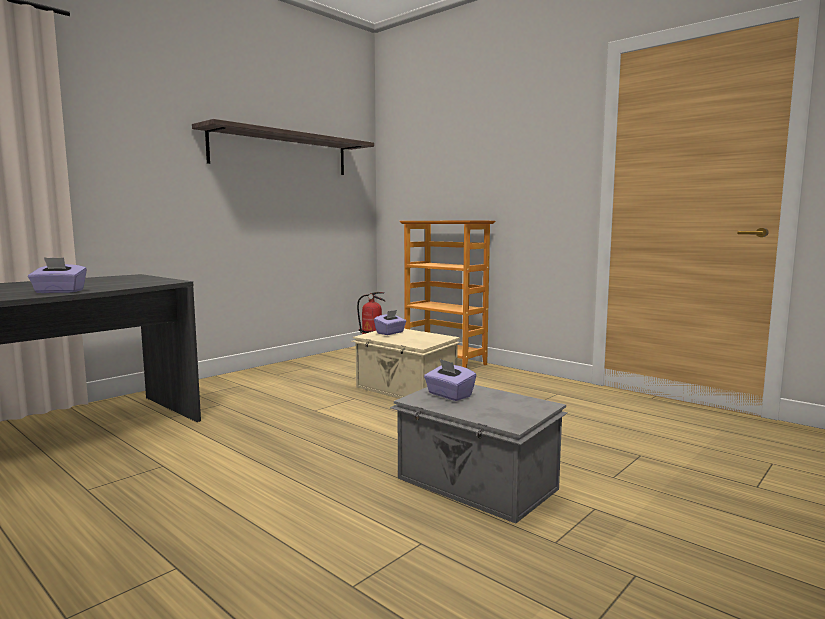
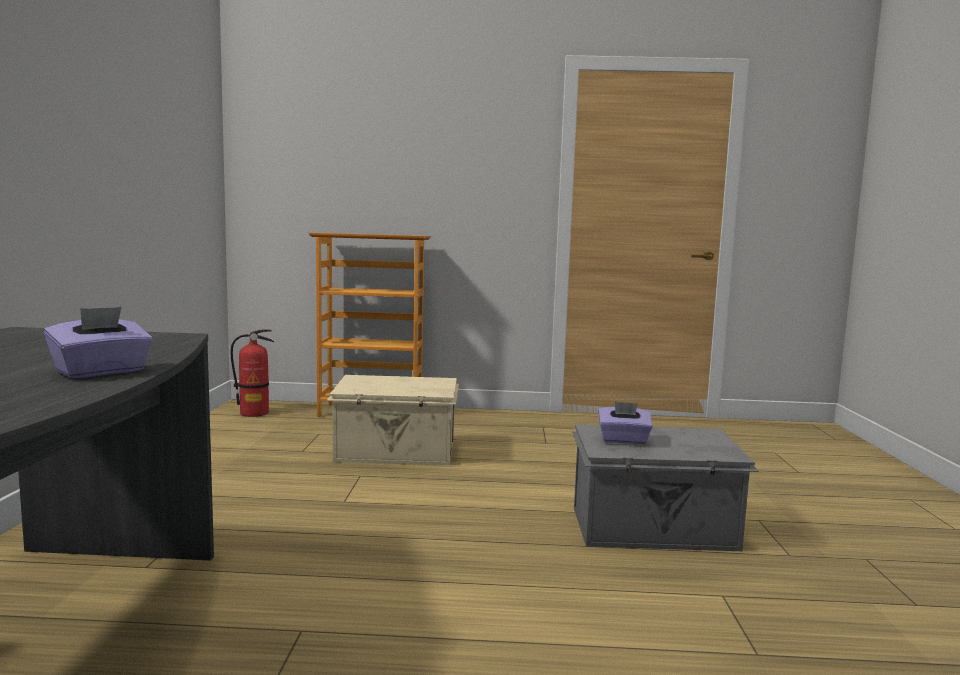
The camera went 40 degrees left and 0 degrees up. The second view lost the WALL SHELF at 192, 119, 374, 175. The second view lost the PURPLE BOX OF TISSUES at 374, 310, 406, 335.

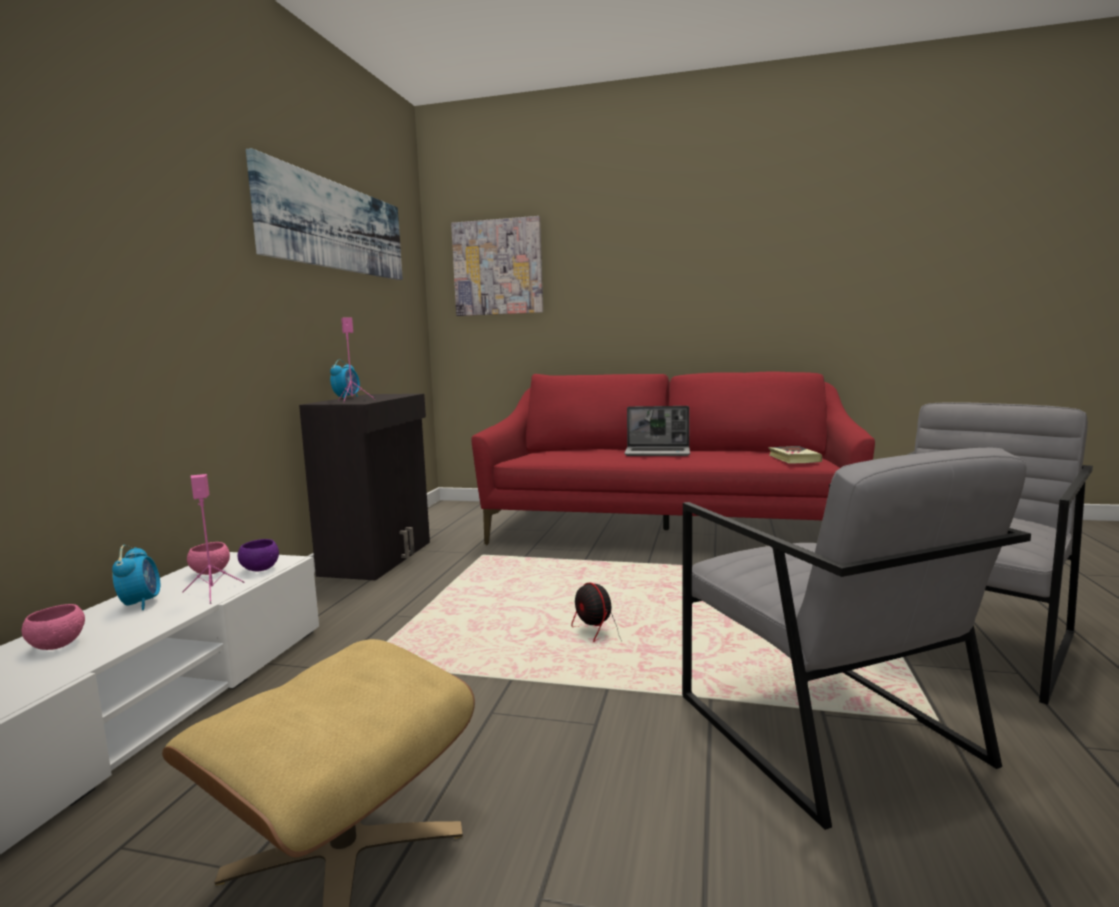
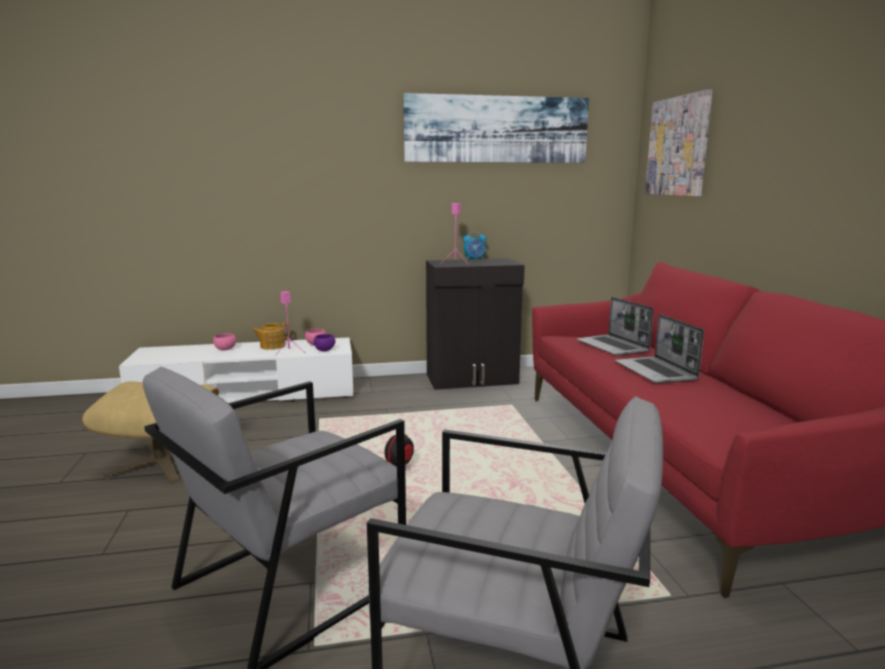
The camera went 65 degrees right and 5 degrees up. The second view lost the BOUND BOOK at 768, 446, 822, 464. The second view gained the LAPTOP at 577, 297, 654, 356. Where the BEDSIDE CLOCK stood at 112, 545, 160, 610, the TEAPOT came to stand at 252, 322, 290, 350.

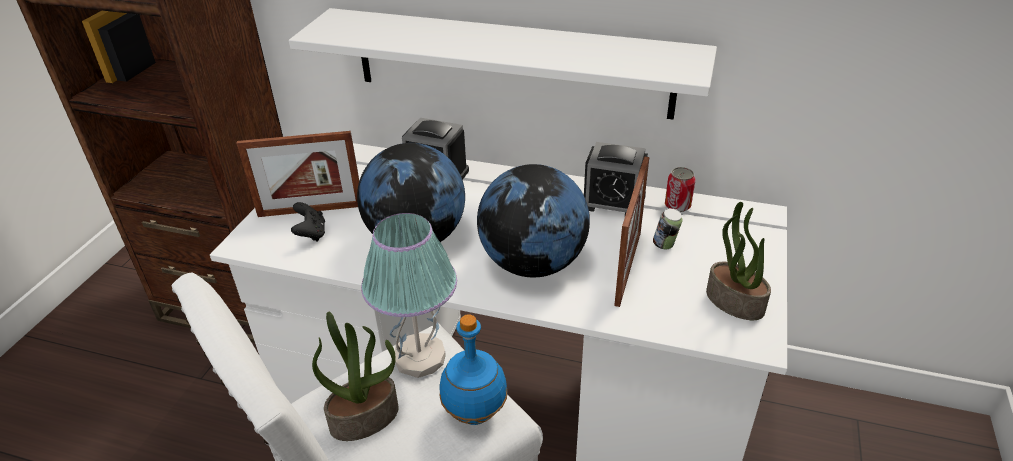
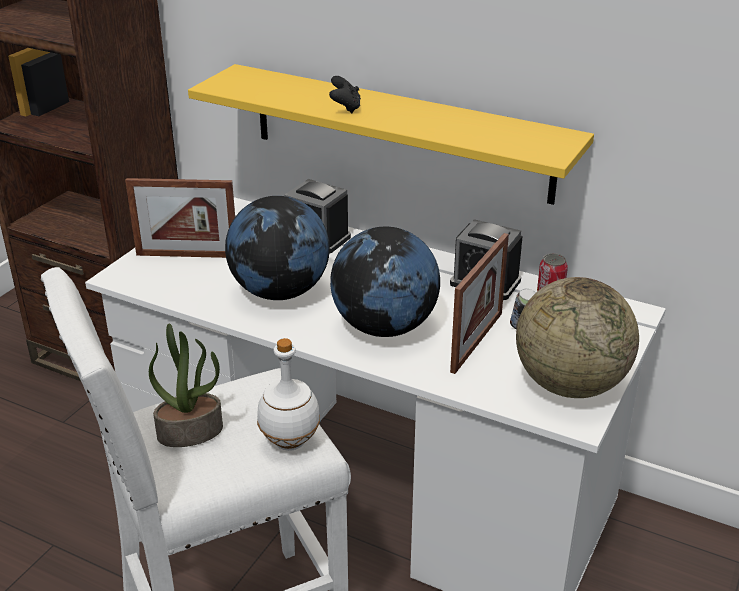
The camera went 10 degrees right and 5 degrees down. The second view lost the LAMP FOR A TABLE at 361, 213, 457, 378. The BLACK JOYPAD ended up elsewhere, having gone from 291, 202, 325, 242 to 329, 76, 361, 113. Where the HOUSEPLANT stood at 706, 202, 771, 320, the GLOBE came to stand at 516, 277, 639, 398. What was the WHITISH WALL SHELF at 289, 8, 717, 120 turned into the YELLOW WALL SHELF at 188, 64, 594, 205. What was the BLUISH BOTTLE at 439, 314, 508, 425 turned into the WHITISH BOTTLE at 257, 338, 320, 451.

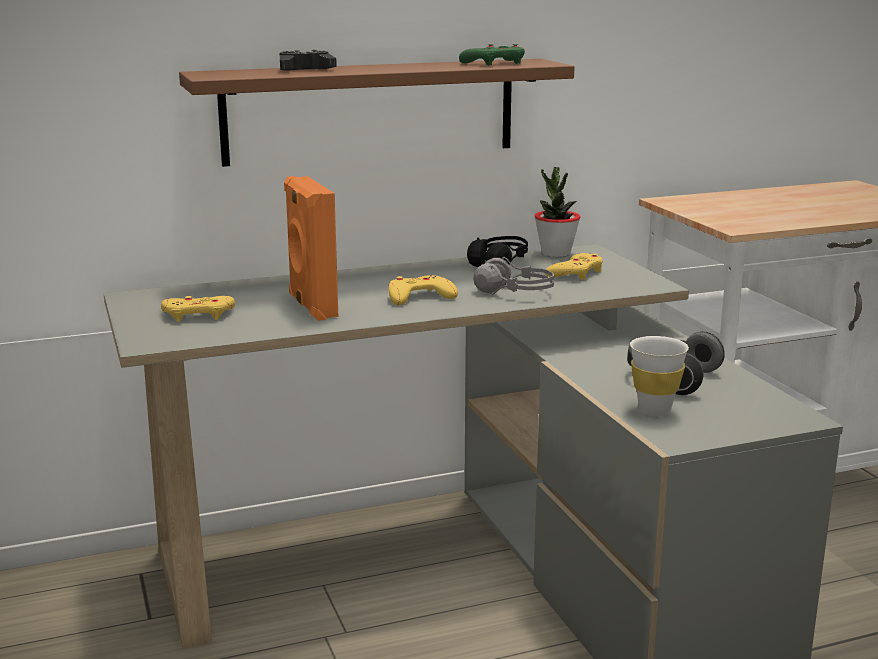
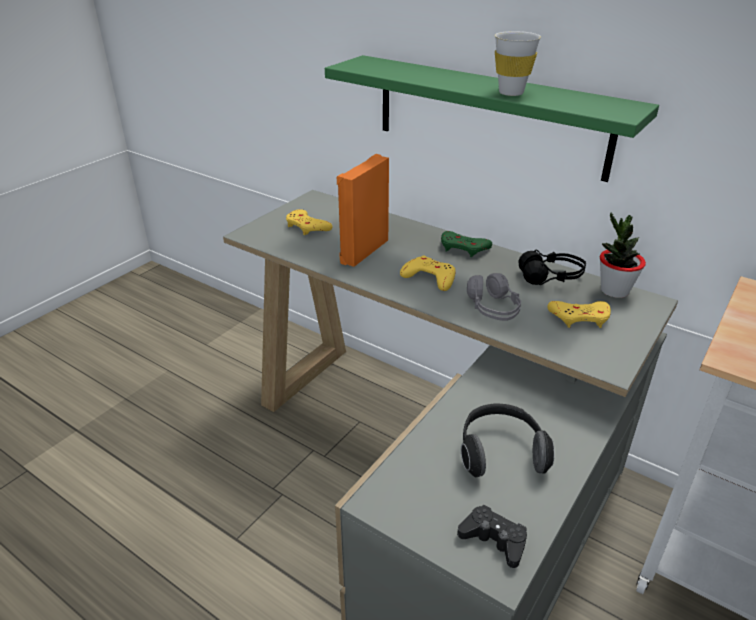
The camera went 55 degrees right and 15 degrees up. The BLACK JOYPAD ended up elsewhere, having gone from 279, 50, 337, 70 to 457, 505, 527, 568. The GREENISH JOYPAD ended up elsewhere, having gone from 459, 44, 525, 65 to 441, 231, 492, 257. The WHITISH SMALL CUP ended up elsewhere, having gone from 630, 336, 689, 416 to 495, 31, 541, 96. What was the BROWN WALL SHELF at 179, 59, 575, 167 turned into the GREENISH WALL SHELF at 325, 55, 659, 182.

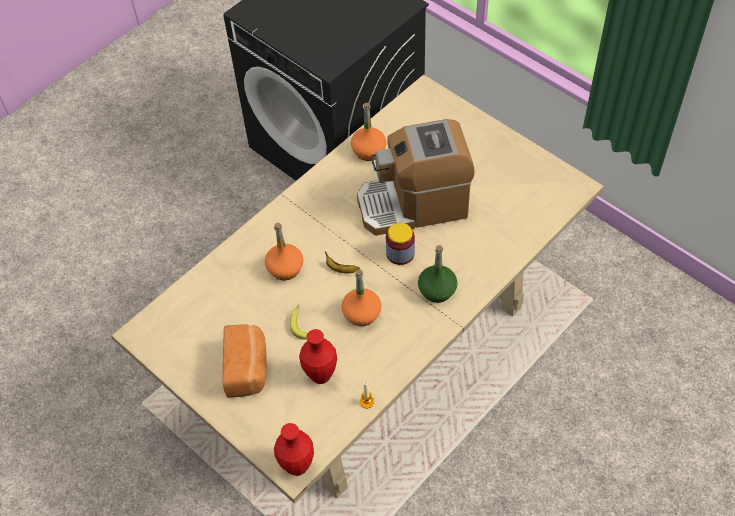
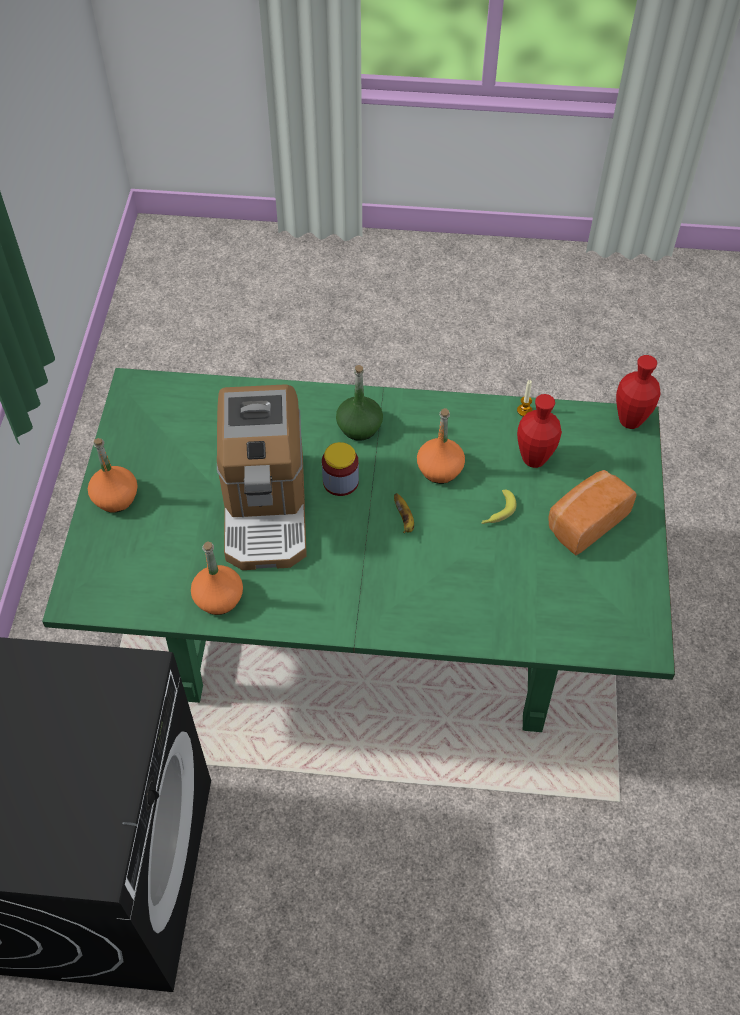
The camera went 130 degrees left and 0 degrees up. The ORANGE-COLOURED BOTTLE ended up elsewhere, having gone from 265, 223, 303, 280 to 88, 438, 138, 513. What was the BEIGE DINING TABLE at 111, 74, 604, 504 turned into the GREENISH DINING TABLE at 42, 368, 675, 732. The COFFEE MACHINE at 357, 119, 475, 236 ended up facing another way, 45 degrees clockwise from before.

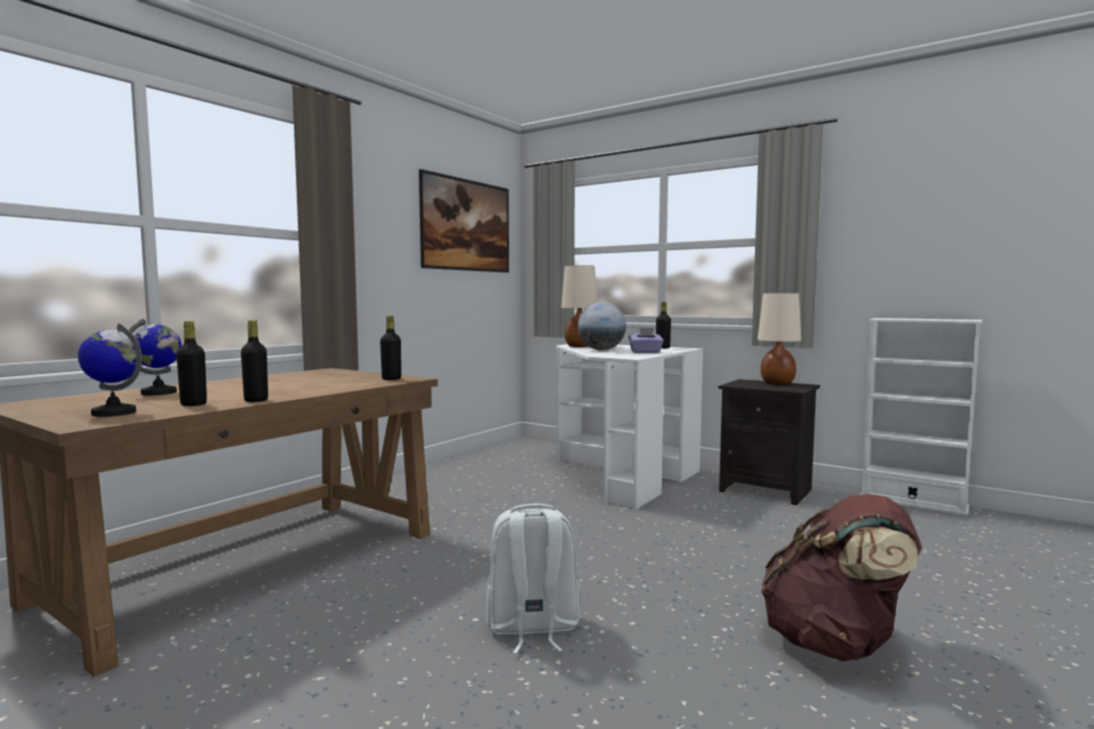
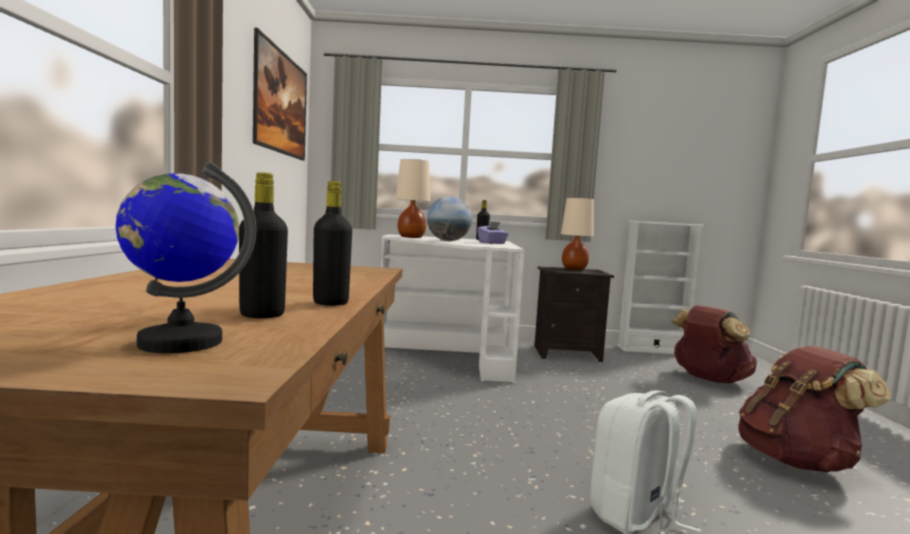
The camera went 35 degrees left and 0 degrees up. The second view lost the GLOBE at 129, 319, 182, 395. The second view lost the BLACK BOTTLE at 380, 316, 401, 380. The second view gained the BROWN KNAPSACK at 671, 305, 757, 383.

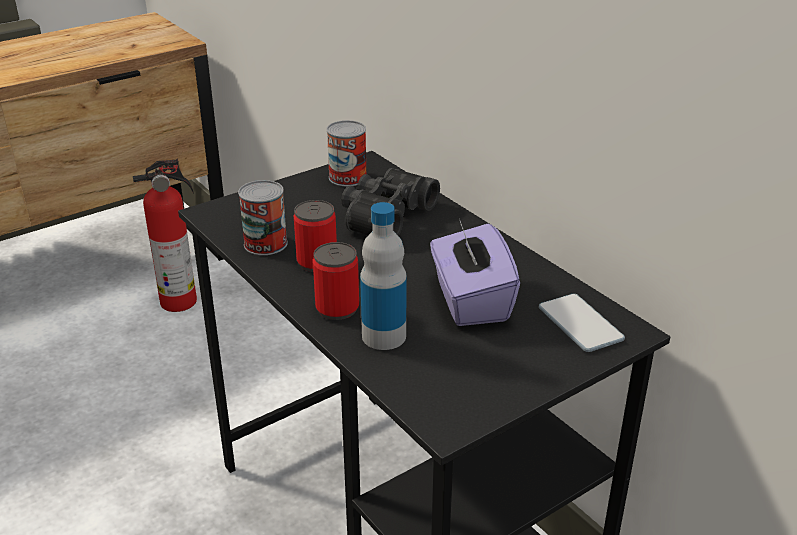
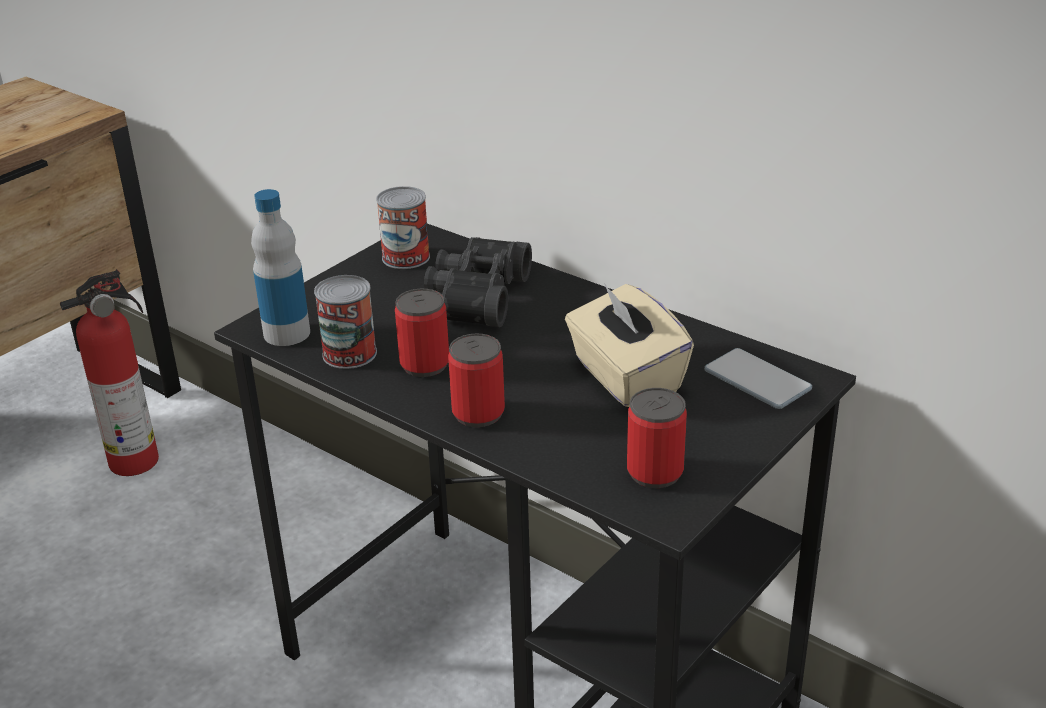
The camera went 15 degrees left and 0 degrees up. The second view gained the SEALED CAN at 627, 388, 687, 488. The BOTTLE ended up elsewhere, having gone from 360, 202, 407, 350 to 251, 189, 310, 346. What was the PURPLE BOX OF TISSUES at 430, 218, 520, 326 turned into the BEIGE BOX OF TISSUES at 565, 283, 694, 407.

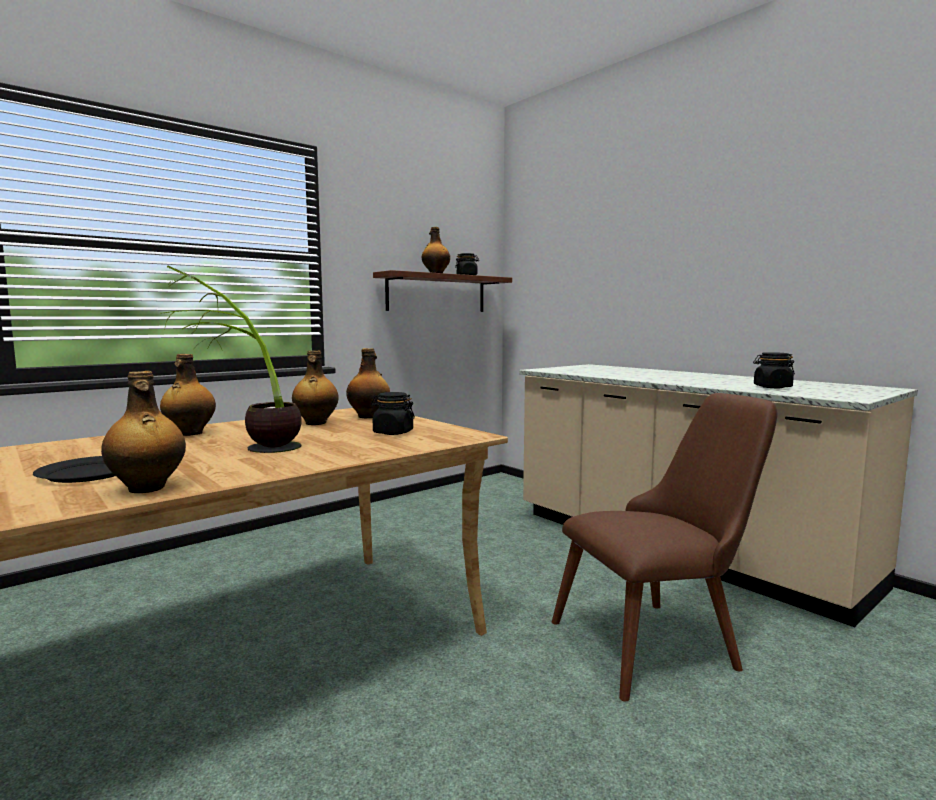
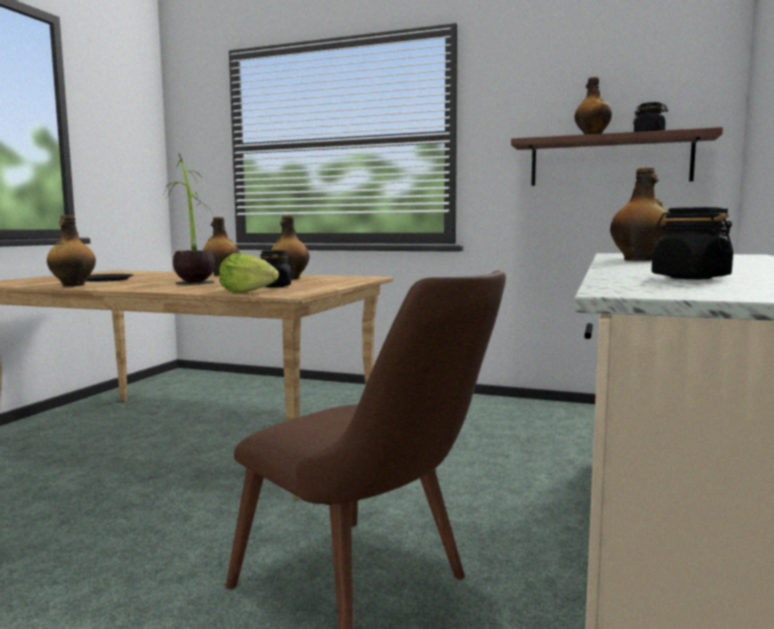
The camera went 60 degrees right and 0 degrees up. The second view gained the LETTUCE HEAD at 219, 253, 279, 292. The BOTTLE ended up elsewhere, having gone from 346, 348, 390, 418 to 610, 167, 668, 261.

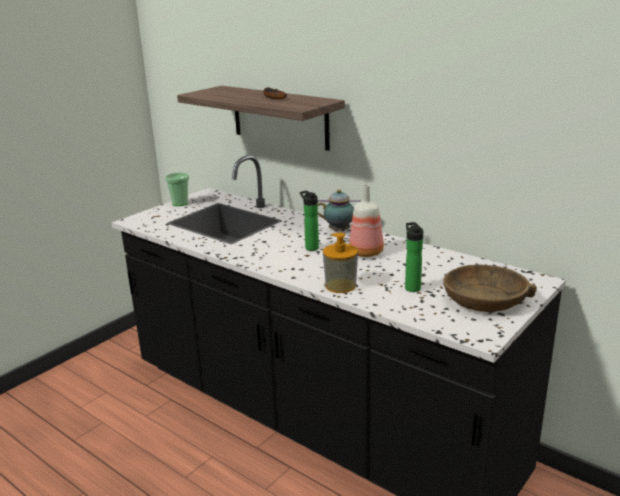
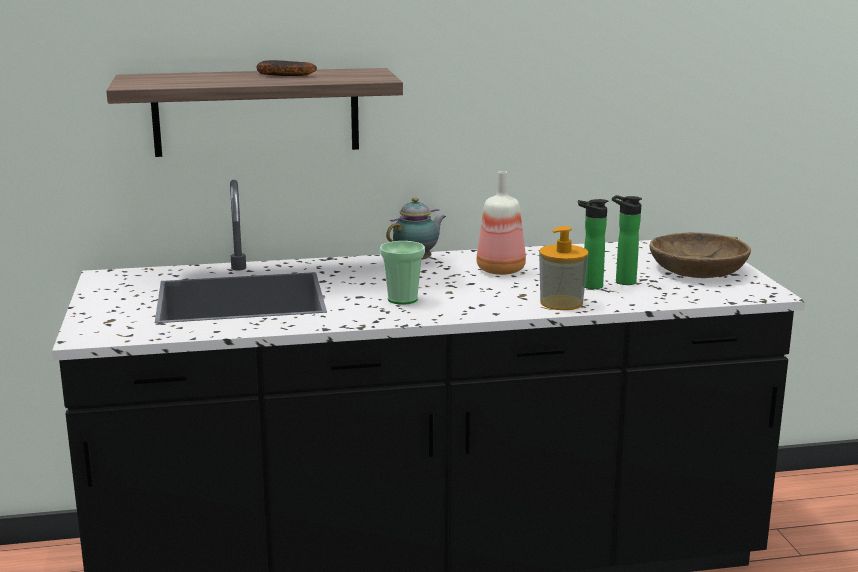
The camera went 50 degrees left and 5 degrees down. The SMALL CUP ended up elsewhere, having gone from 165, 173, 189, 206 to 380, 241, 425, 305. The BOTTLE ended up elsewhere, having gone from 300, 190, 319, 251 to 578, 199, 608, 289.

